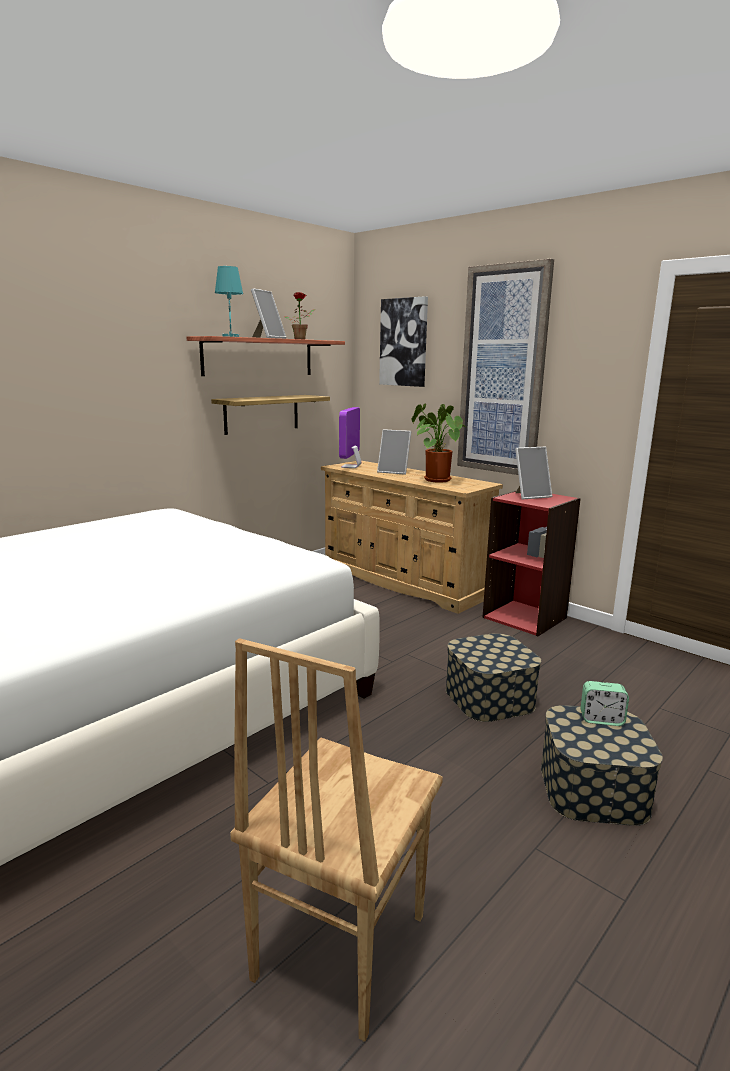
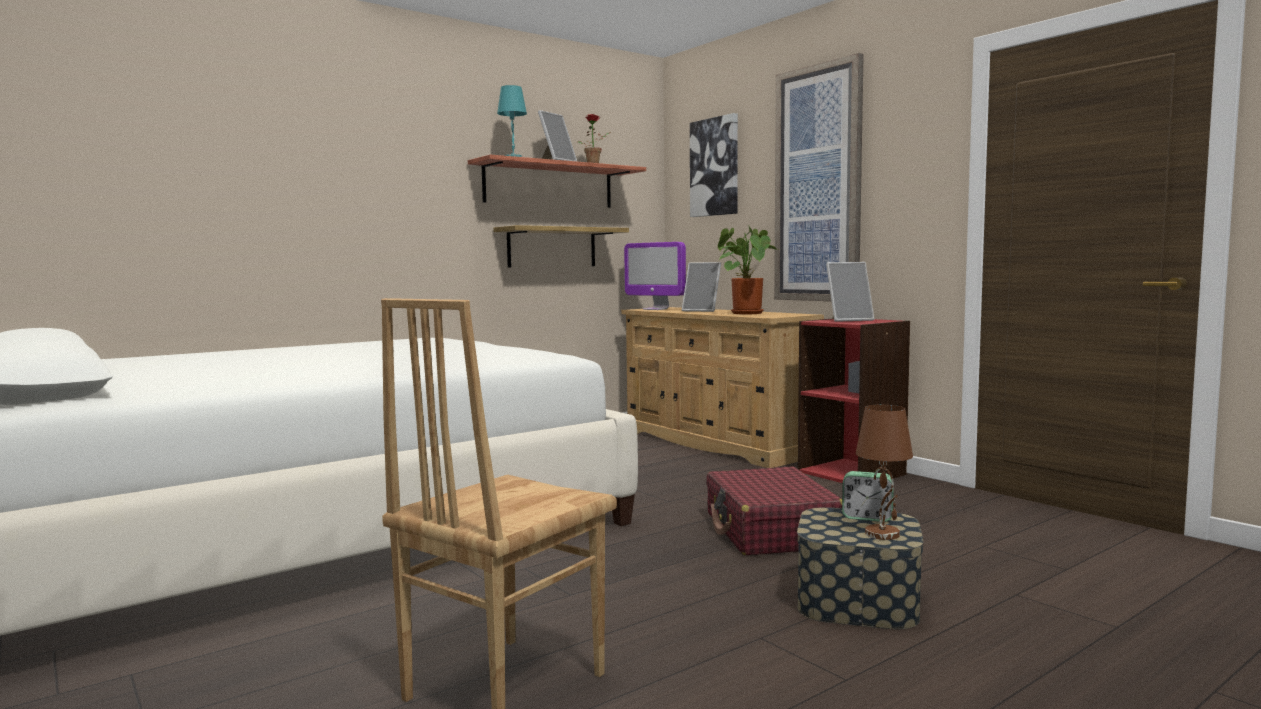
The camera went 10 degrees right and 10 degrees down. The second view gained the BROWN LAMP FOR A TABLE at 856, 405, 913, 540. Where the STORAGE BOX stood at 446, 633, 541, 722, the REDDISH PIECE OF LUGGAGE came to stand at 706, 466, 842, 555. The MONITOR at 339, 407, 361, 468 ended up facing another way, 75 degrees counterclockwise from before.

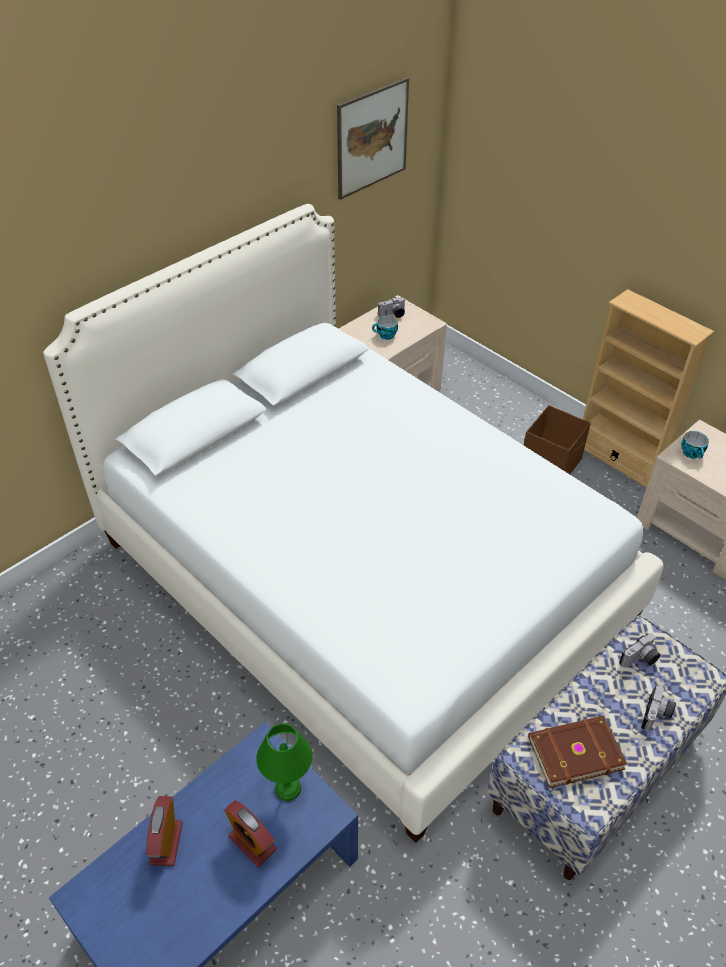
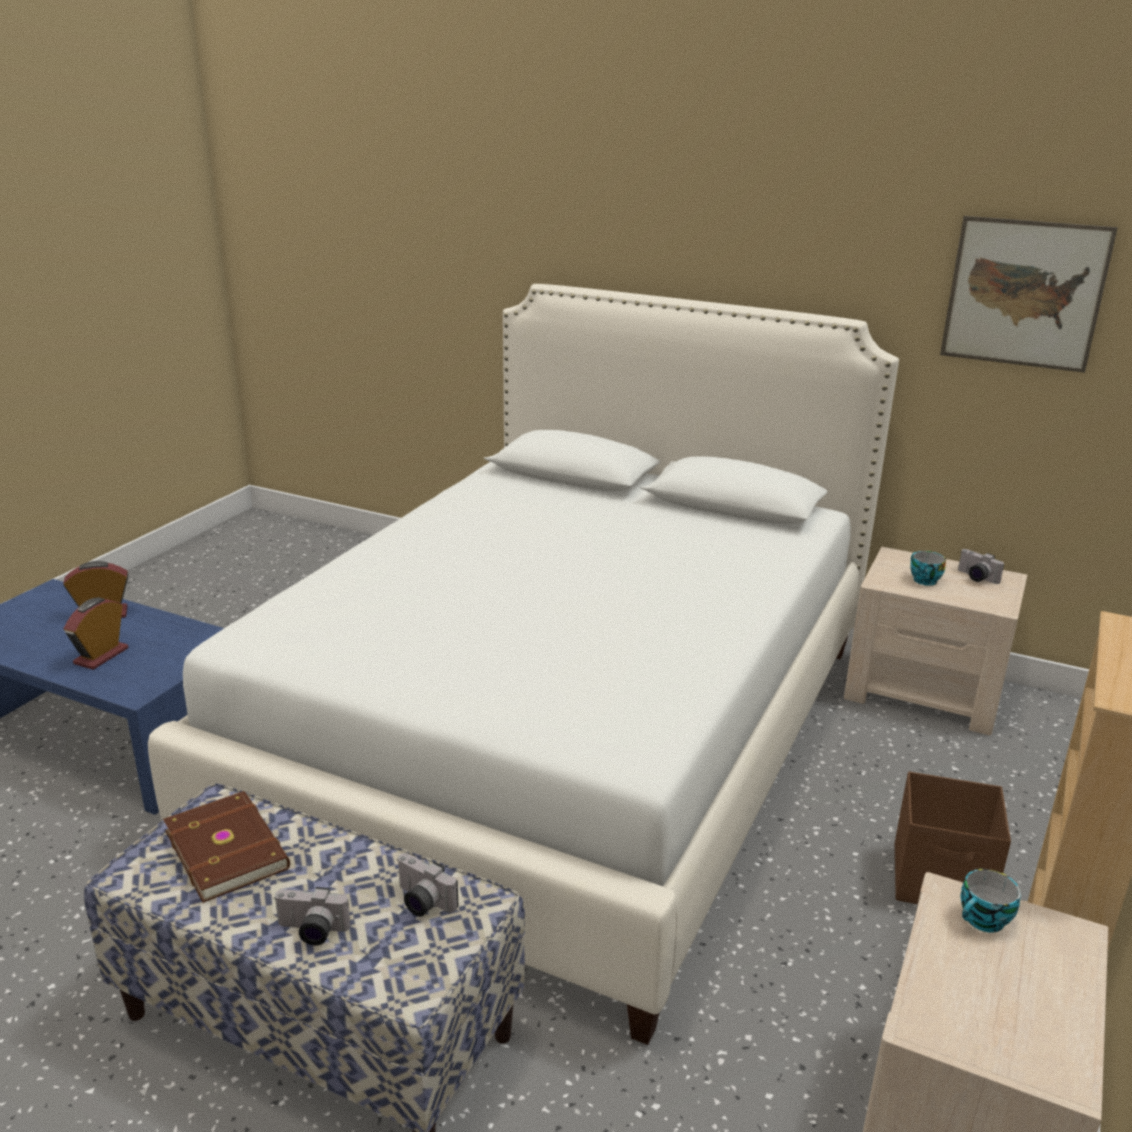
The camera went 70 degrees right and 20 degrees down. The second view lost the GREENISH LAMP FOR A TABLE at 256, 723, 313, 801.

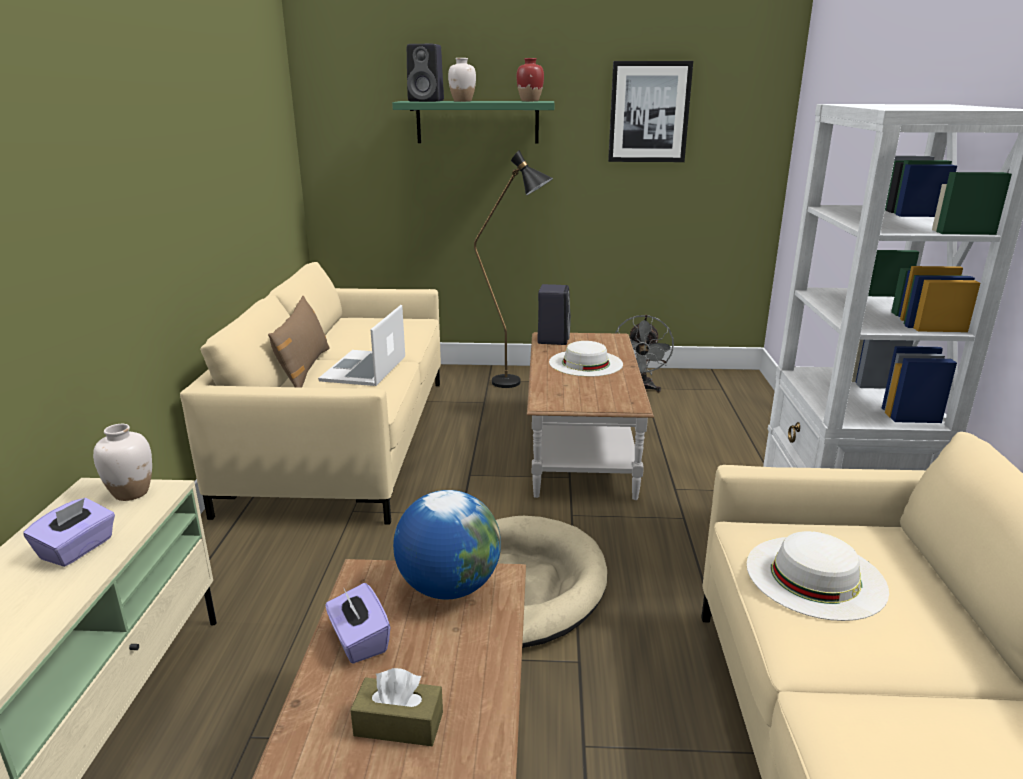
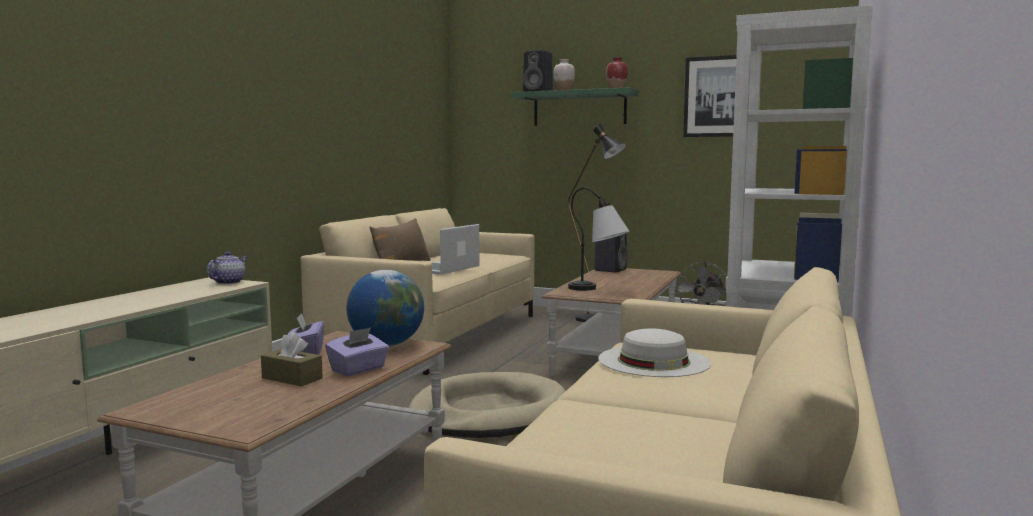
The camera went 20 degrees right and 15 degrees down. The second view lost the WHITISH WEARABLE HAT at 549, 341, 623, 377. The second view gained the LAMP FOR A TABLE at 568, 187, 630, 291. The PURPLE BOX OF TISSUES ended up elsewhere, having gone from 24, 498, 115, 567 to 325, 327, 389, 376. Where the WHITISH DECORATIVE VASE stood at 93, 424, 152, 501, the TEAPOT came to stand at 207, 252, 247, 284.

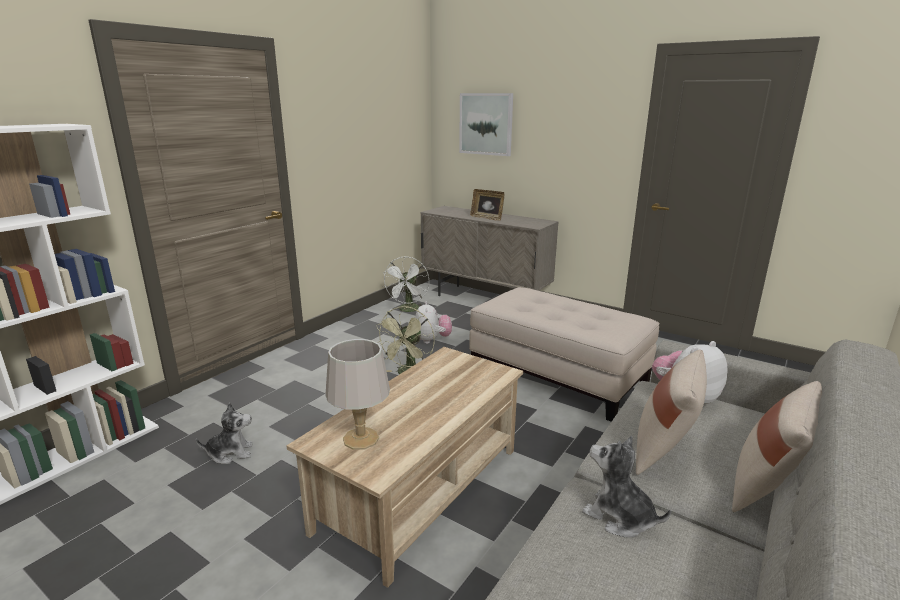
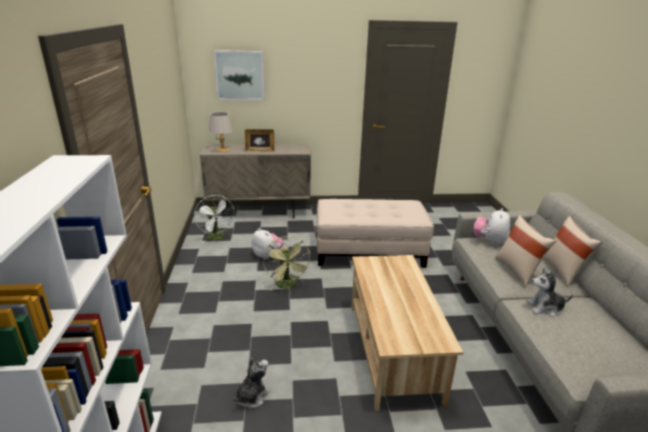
The camera went 40 degrees left and 5 degrees up. The GREYISH LAMP FOR A TABLE ended up elsewhere, having gone from 325, 339, 390, 450 to 209, 112, 233, 152.

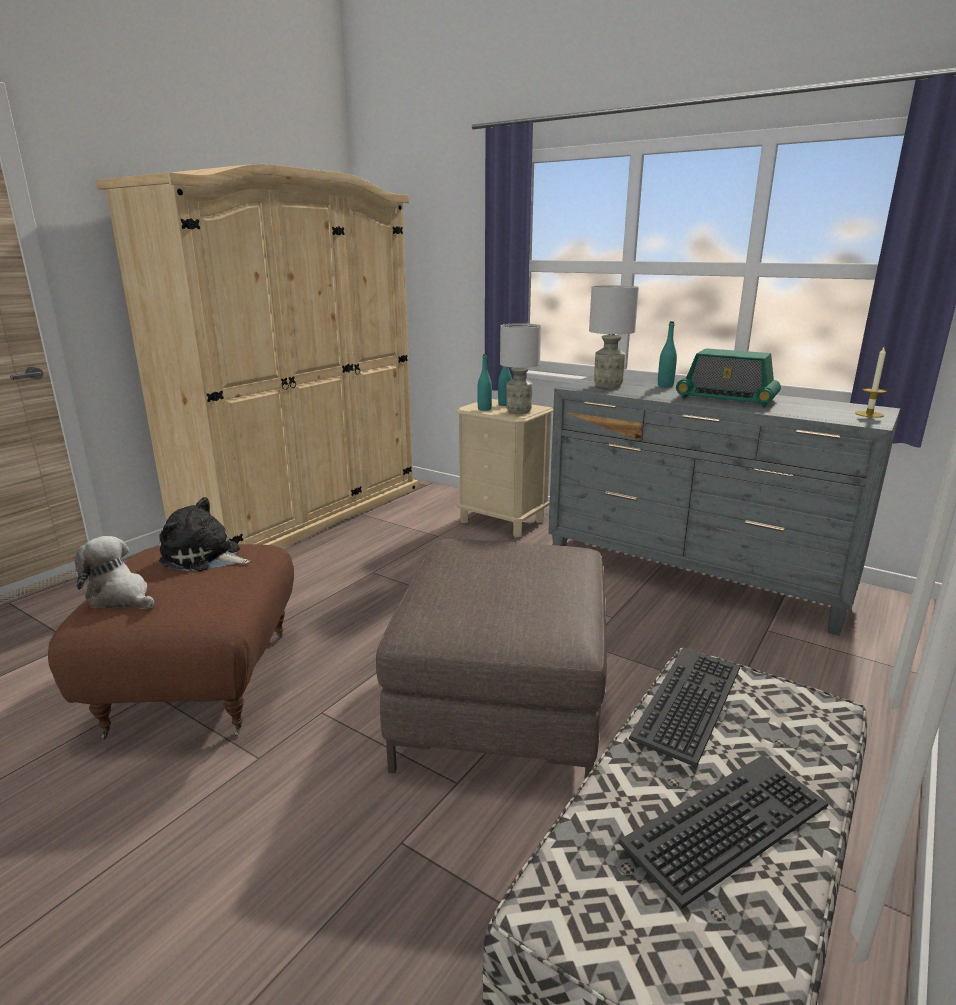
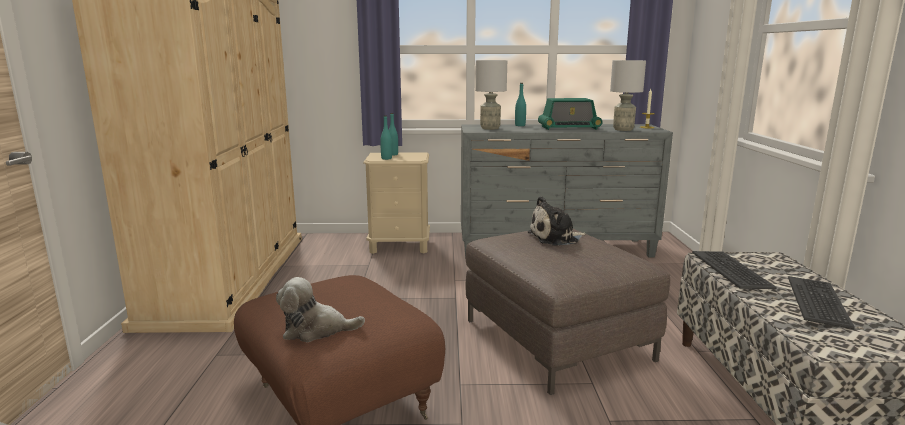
The camera went 35 degrees left and 5 degrees down. The PLUSH TOY ended up elsewhere, having gone from 159, 497, 250, 572 to 528, 196, 586, 245. The GREYISH LAMP FOR A TABLE ended up elsewhere, having gone from 500, 323, 541, 414 to 610, 60, 646, 131.

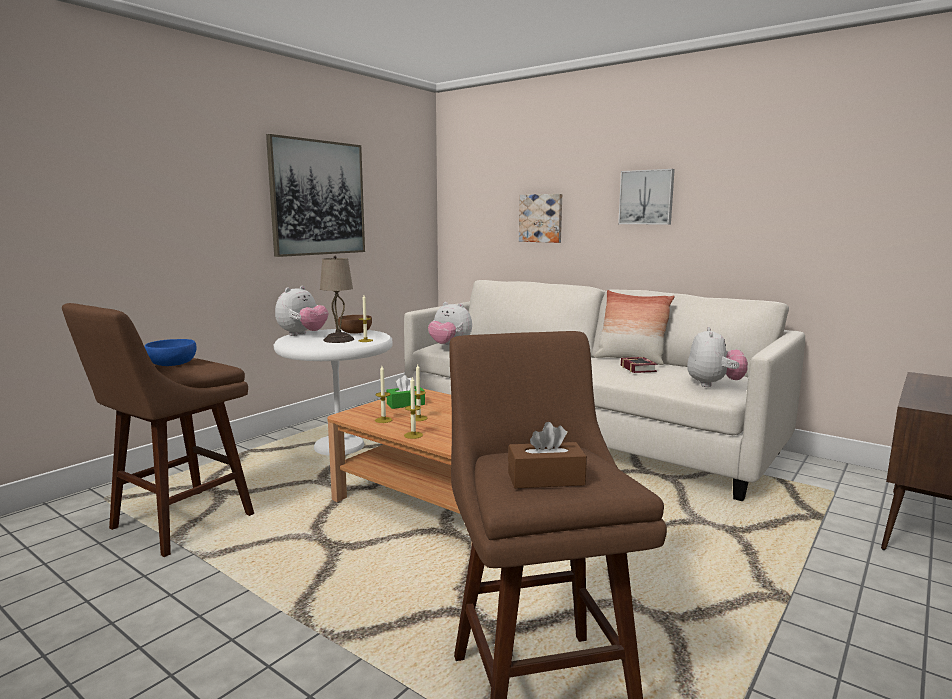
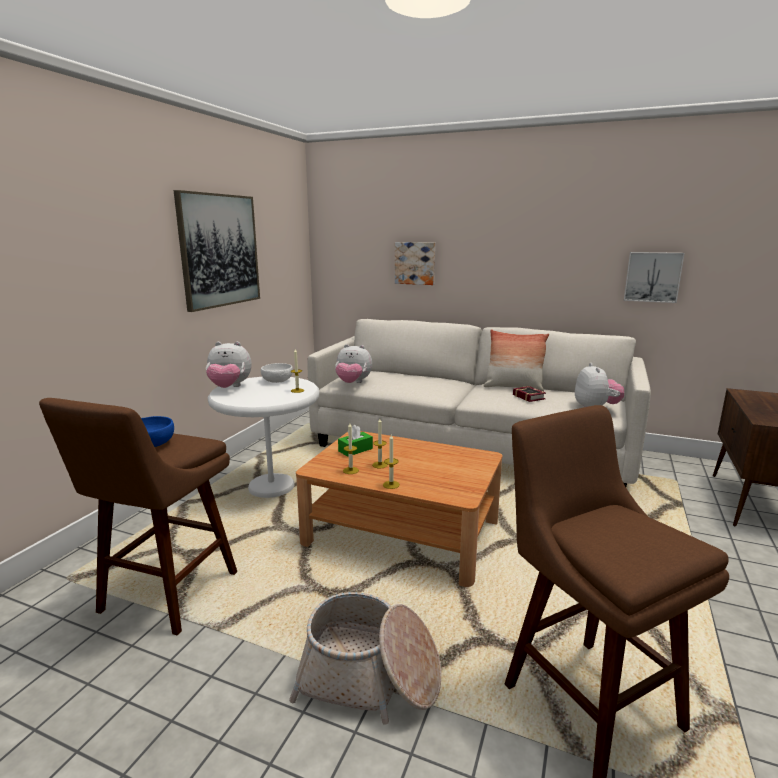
The camera went 15 degrees left and 5 degrees up. The second view lost the BEIGE LAMP FOR A TABLE at 320, 256, 354, 343. The second view lost the BROWN BOX OF TISSUES at 508, 422, 587, 488. The second view gained the HOUSEHOLD BASKET at 289, 592, 441, 725. The WALL ART ended up elsewhere, having gone from 618, 169, 675, 225 to 624, 252, 685, 303. What was the BROWN BOWL at 338, 315, 372, 334 turned into the WHITISH BOWL at 261, 363, 293, 383. The PLUSH TOY at 275, 286, 328, 336 ended up facing another way, 75 degrees clockwise from before.

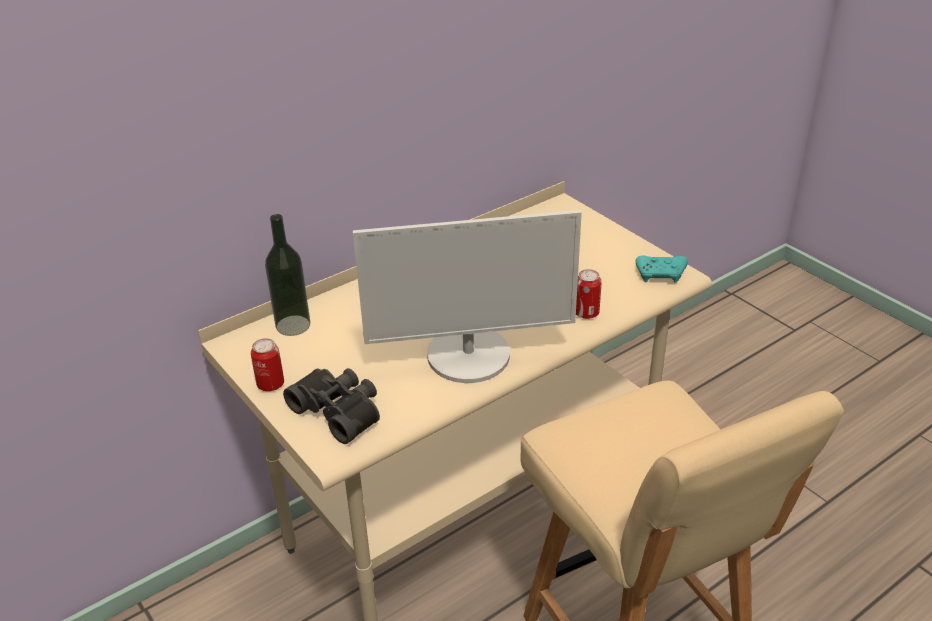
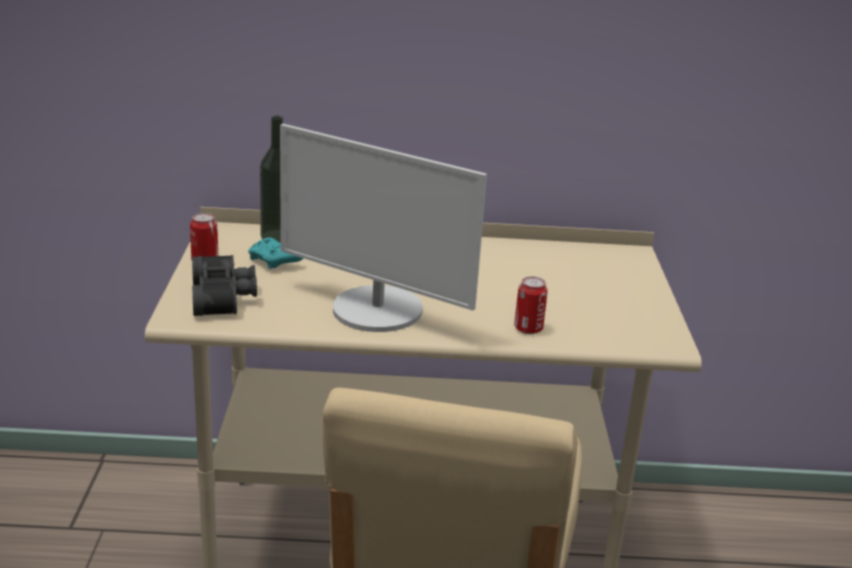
The camera went 35 degrees right and 10 degrees down. The TURQUOISE JOYPAD ended up elsewhere, having gone from 636, 256, 688, 283 to 248, 237, 303, 269.

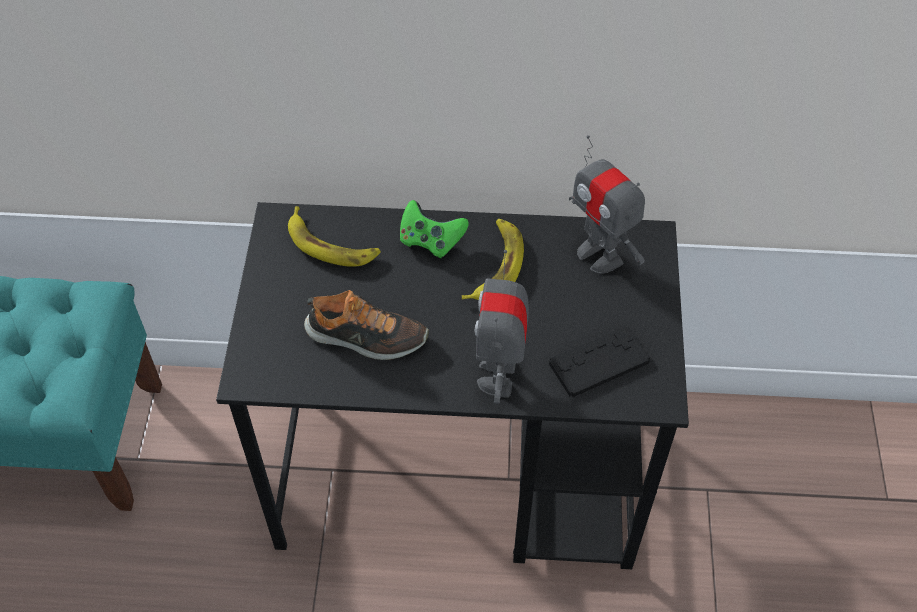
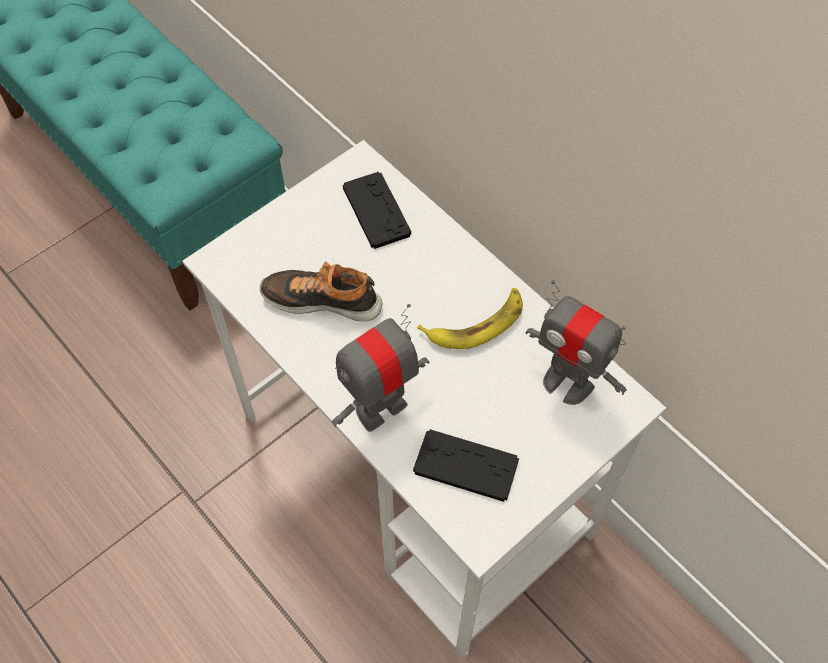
The camera went 45 degrees right and 5 degrees up. The second view lost the GREENISH JOYPAD at 400, 200, 469, 258. Where the BANANA FRUIT stood at 288, 206, 381, 267, the BLACK JOYPAD came to stand at 343, 172, 411, 249. What was the BLACK DESK at 216, 202, 689, 569 turned into the WHITISH DESK at 182, 140, 666, 660. The ITEM OF FOOTWEAR at 304, 290, 429, 360 ended up facing another way, 135 degrees clockwise from before. The TOY ROBOT at 569, 135, 645, 274 ended up facing another way, 60 degrees counterclockwise from before.

